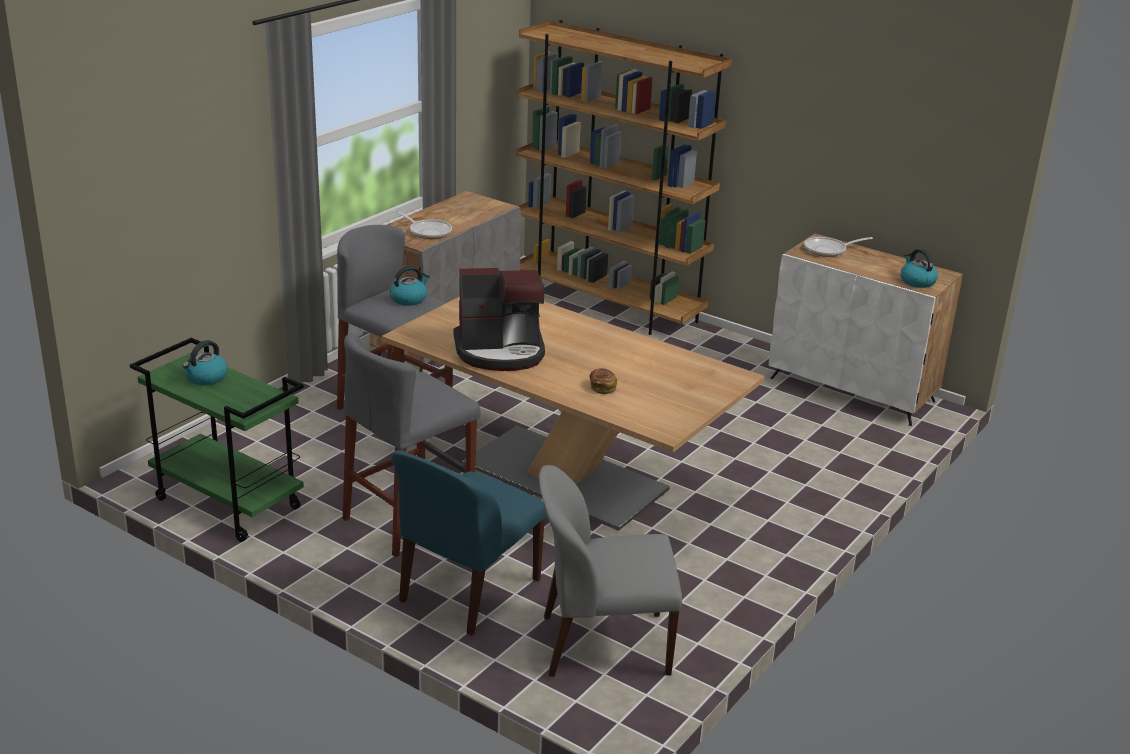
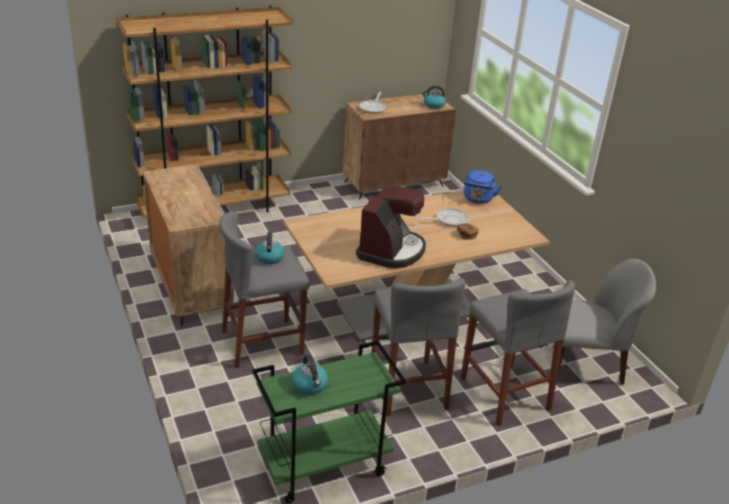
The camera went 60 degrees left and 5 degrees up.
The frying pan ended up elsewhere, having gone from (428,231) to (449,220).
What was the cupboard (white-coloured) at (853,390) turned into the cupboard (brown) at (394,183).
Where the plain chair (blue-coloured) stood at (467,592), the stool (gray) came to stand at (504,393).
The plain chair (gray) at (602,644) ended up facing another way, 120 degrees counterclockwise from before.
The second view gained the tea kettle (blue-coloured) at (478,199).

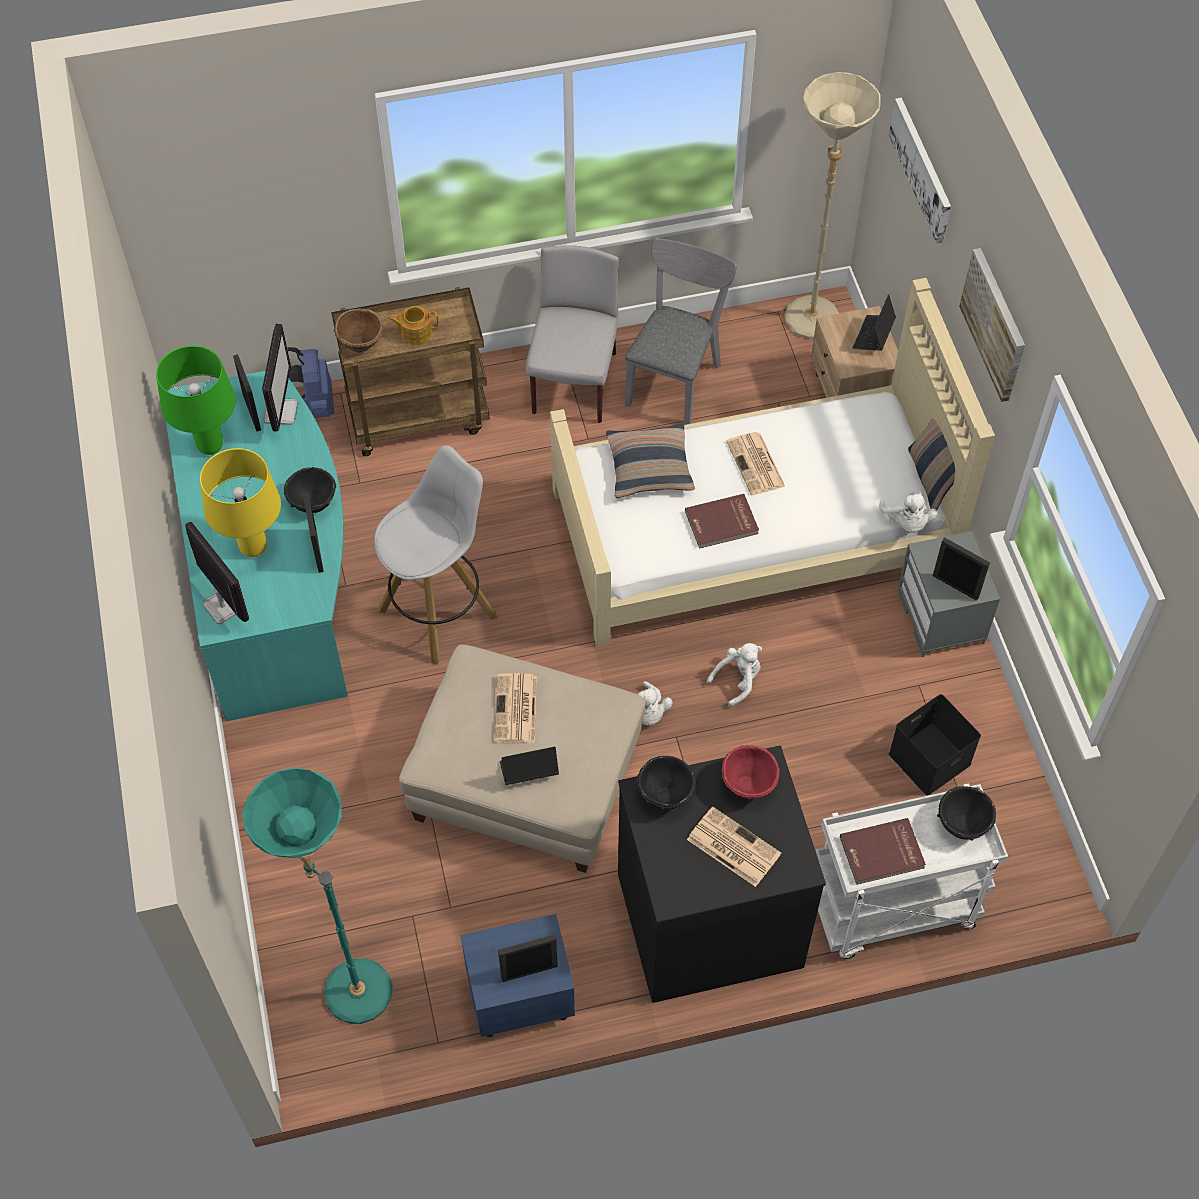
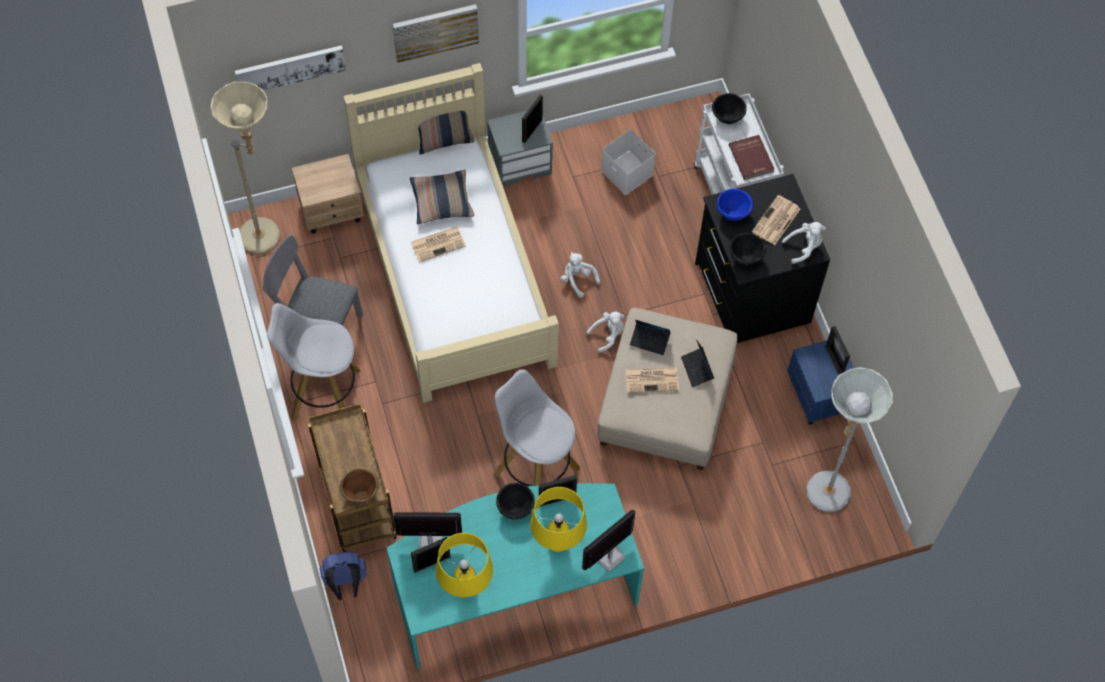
The camera went 95 degrees left and 5 degrees up.
Where the plain chair (gray) stood at (574,385), the stool (white-coloured) came to stand at (324,394).
The laptop ended up elsewhere, having gone from (873,336) to (650,341).
The second view lost the tea pot at (415,332).
What was the tabletop lamp (green-coloured) at (210,446) turned into the tabletop lamp (yellow-coloured) at (465,589).
The throw pillow ended up elsewhere, having gone from (649,468) to (441,201).
The soft toy (white-coloured) ended up elsewhere, having gone from (907,522) to (804,247).
The second view lost the volume (red-coloured) at (722,523).
What was the storage container (blackish) at (929,760) turned into the storage container (white-coloured) at (628,172).
What was the serving bowl (red-coloured) at (748,784) turned into the serving bowl (blue-coloured) at (732,213).
What was the floor lamp (blue-green) at (347,982) turned into the floor lamp (gray) at (823,499).

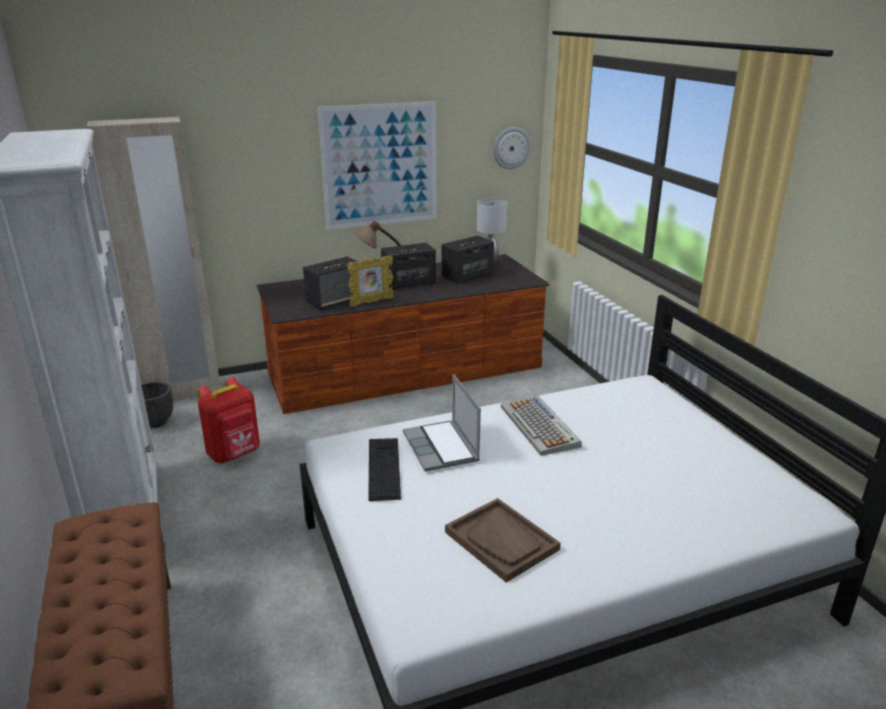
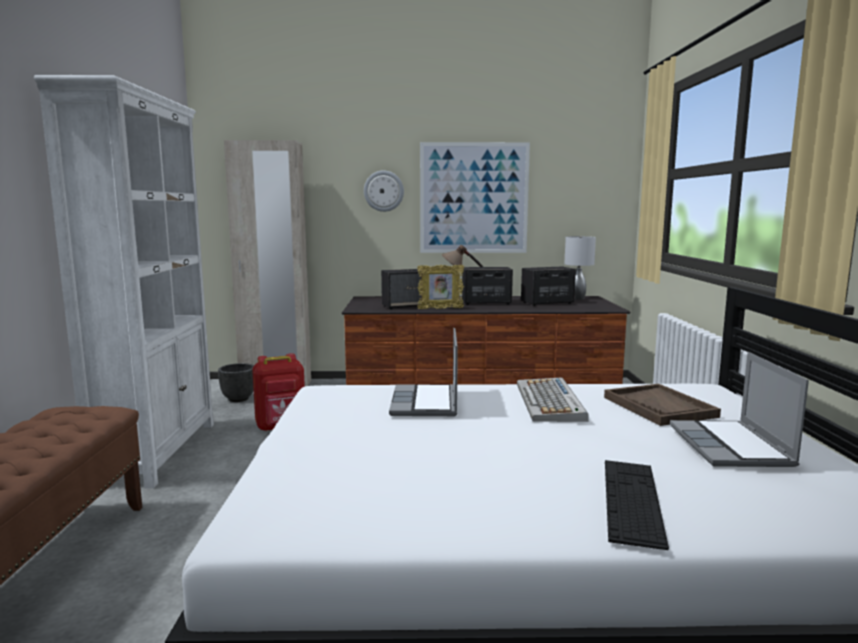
The camera went 20 degrees right and 15 degrees down.
The wall clock ended up elsewhere, having gone from (511,148) to (383,191).
The PC keyboard ended up elsewhere, having gone from (384,468) to (632,500).
The serving tray (brown) ended up elsewhere, having gone from (501,541) to (659,407).
The second view gained the laptop at (731,446).

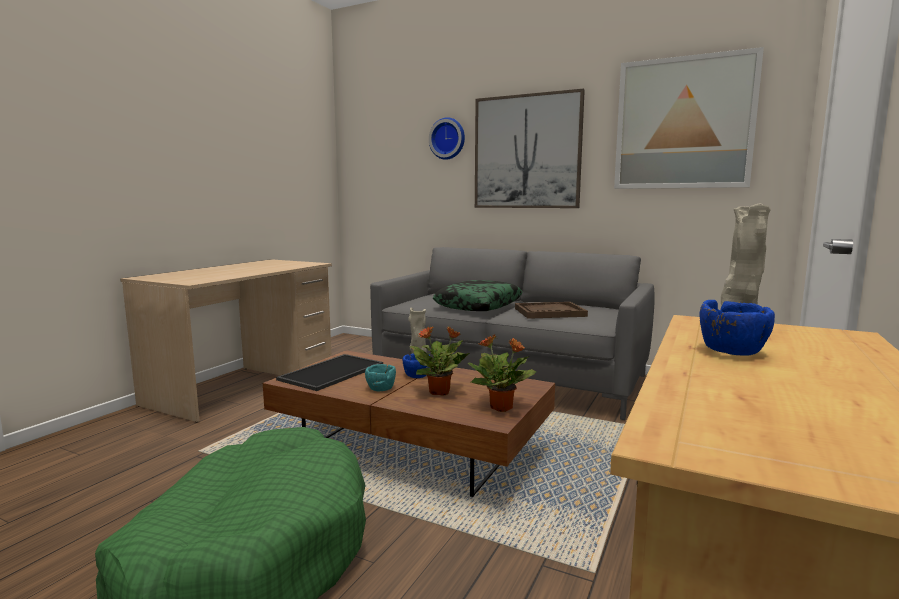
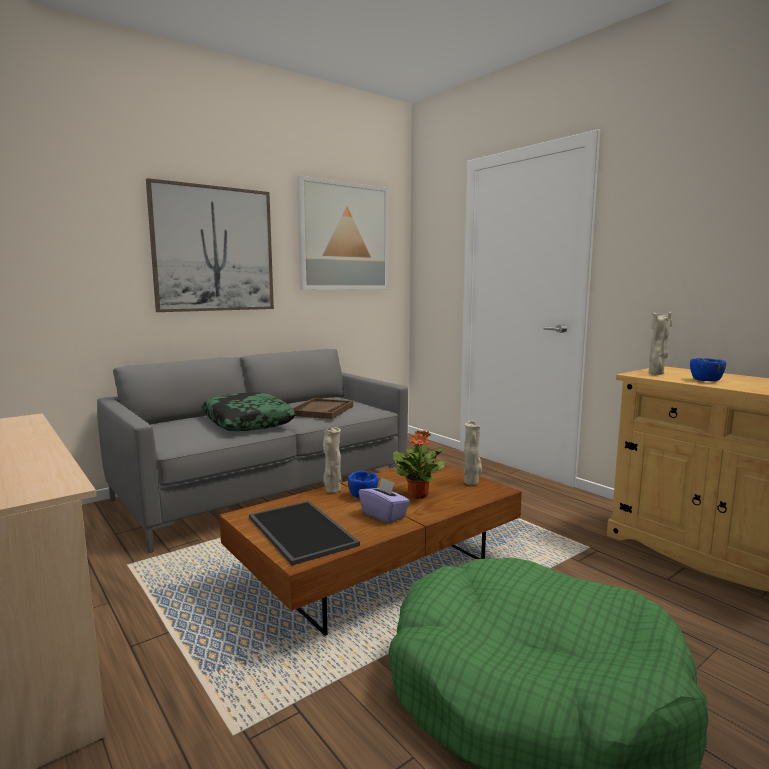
The camera went 65 degrees left and 0 degrees up.
The second view lost the wall clock at (448,139).
Where the houseplant stood at (502,408), the flower vase (beige) came to stand at (472,483).
Where the serving bowl (blue-green) stood at (381,388), the box of tissues (purplish) came to stand at (384,515).

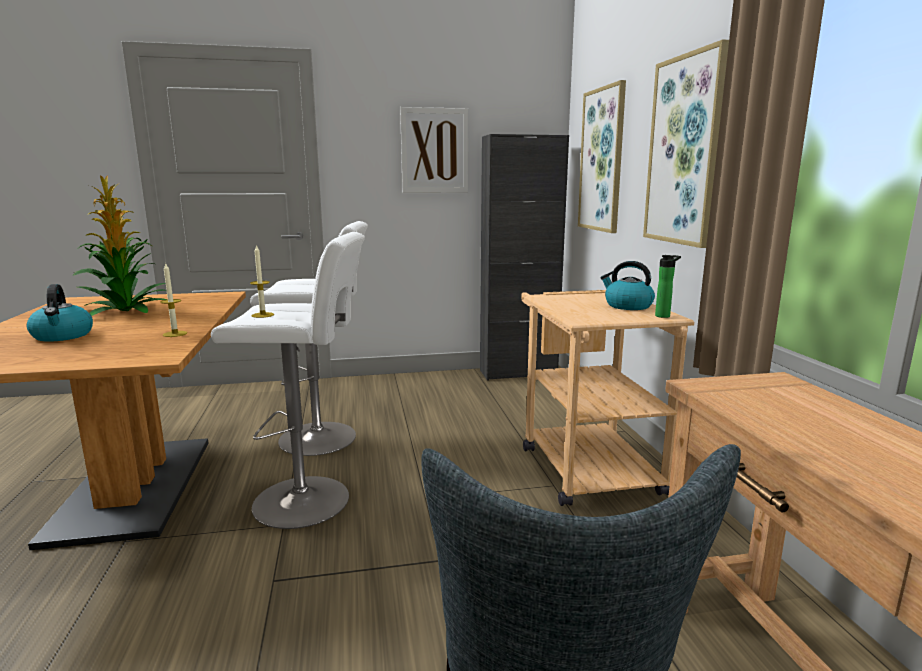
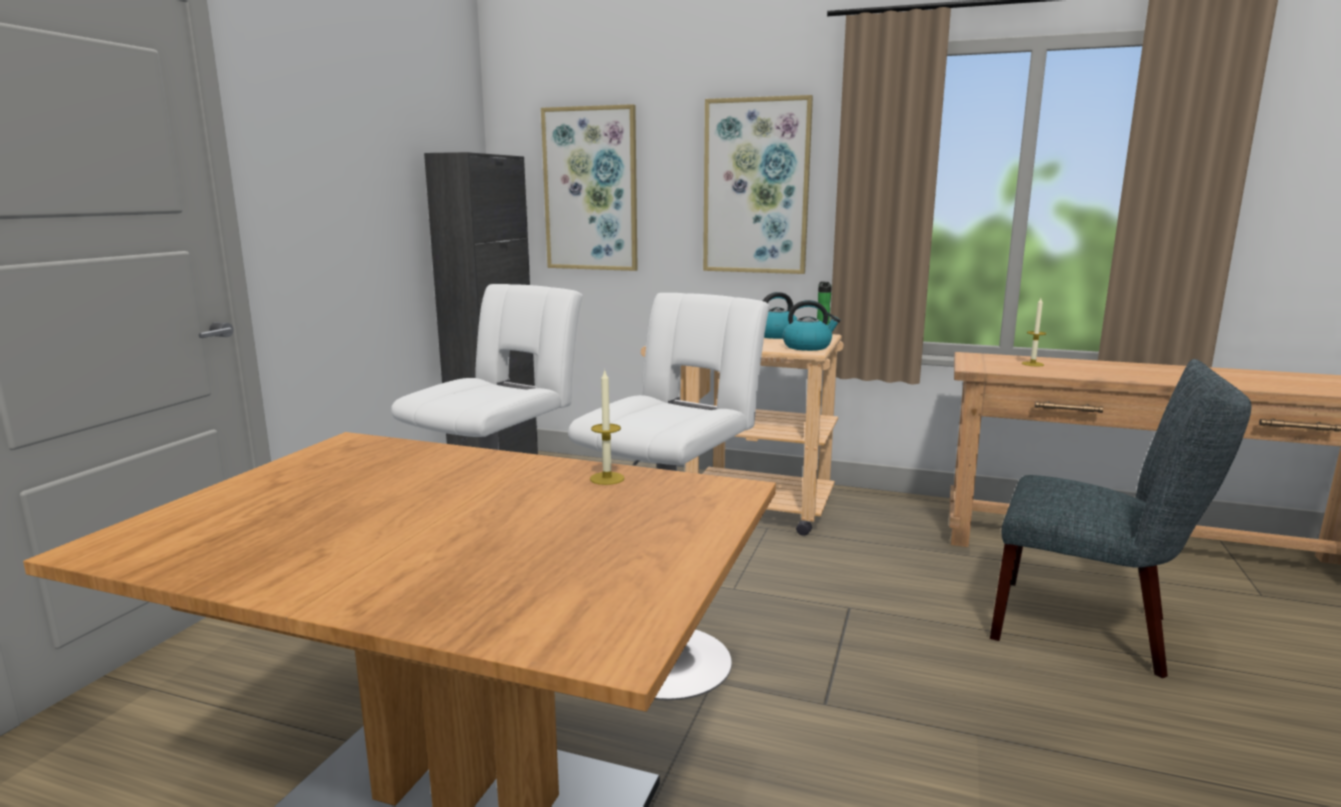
The camera went 60 degrees left and 0 degrees up.
The second view lost the picture at (434,151).
The second view lost the houseplant at (127,311).
The wax light ended up elsewhere, having gone from (262,315) to (1032,364).
The tea kettle ended up elsewhere, having gone from (63,336) to (808,347).

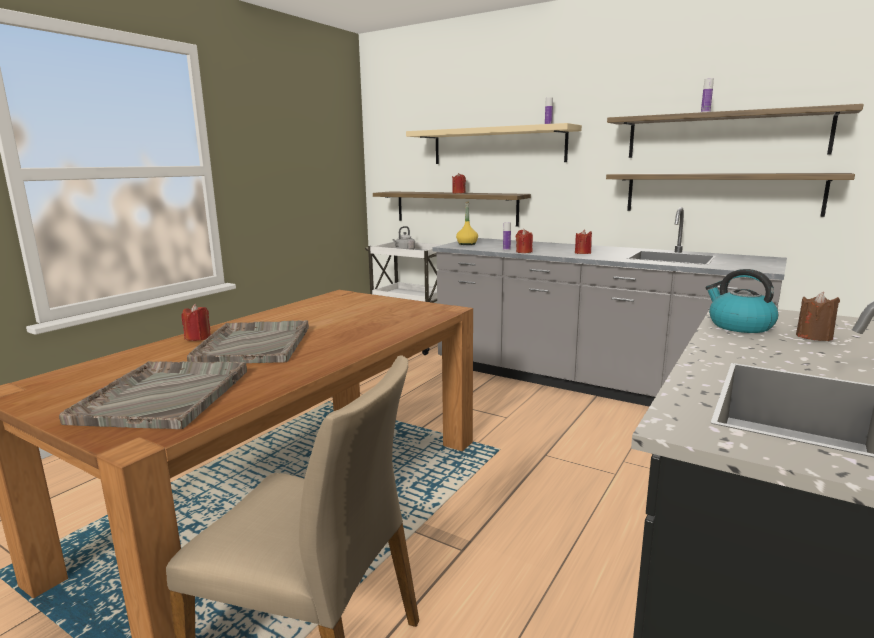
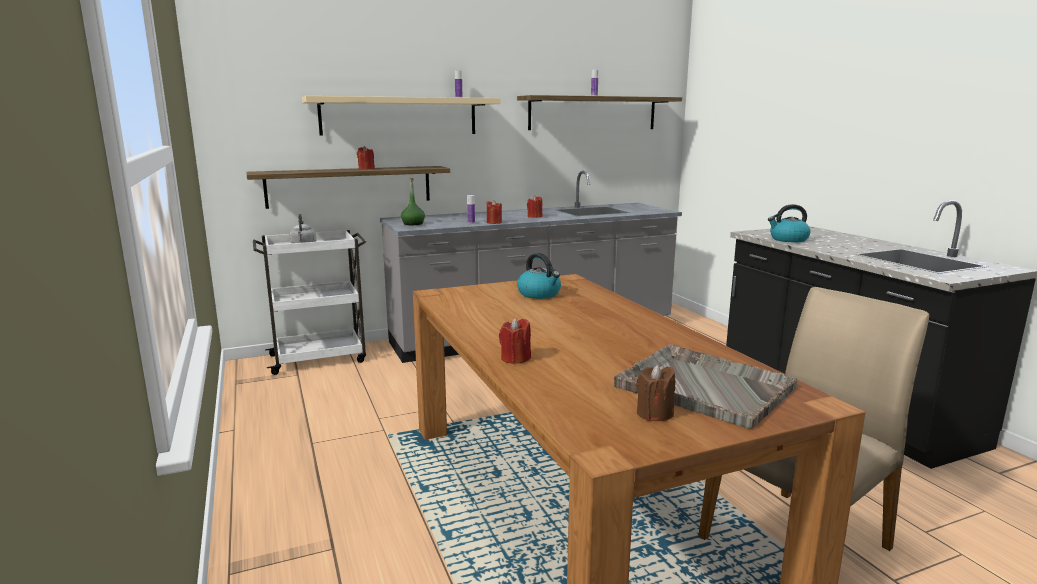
The camera went 55 degrees left and 0 degrees up.
The second view lost the wall shelf at (720,193).
What was the beverage bottle (yellow-coloured) at (467,244) turned into the beverage bottle (green-coloured) at (413,224).
The wax light (brown) ended up elsewhere, having gone from (814,337) to (654,414).
The second view lost the serving tray (gray) at (254,344).
The second view gained the tea kettle at (539,294).

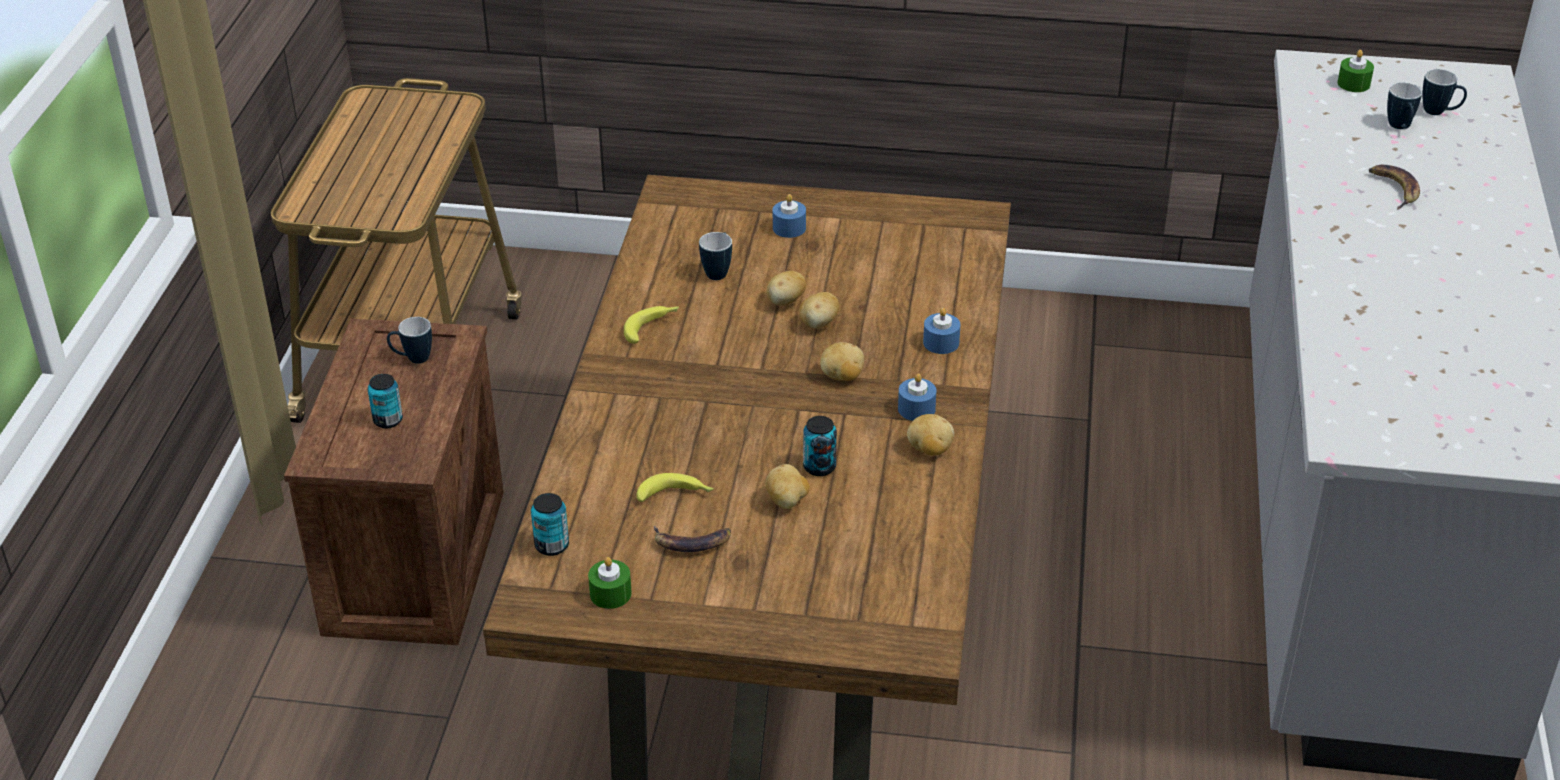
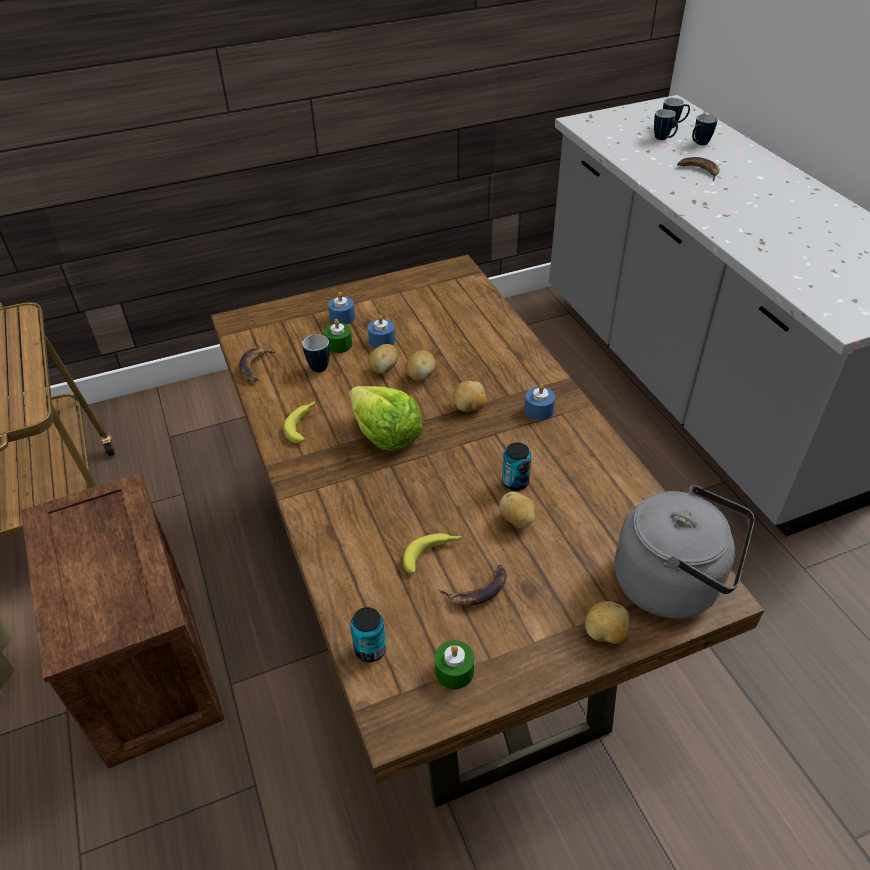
The camera went 30 degrees left and 5 degrees up.
The wax light (green-coloured) ended up elsewhere, having gone from (1353,84) to (339,345).
The wax light (blue-coloured) ended up elsewhere, having gone from (941,342) to (382,340).
The coffee mug ended up elsewhere, having gone from (412,359) to (699,144).
The second view lost the sealed can at (388,420).
The spud ended up elsewhere, having gone from (929,450) to (605,634).
The second view gained the banana fruit at (256,367).
The second view gained the lettuce at (385,434).
The second view gained the tea kettle (gray) at (673,584).

